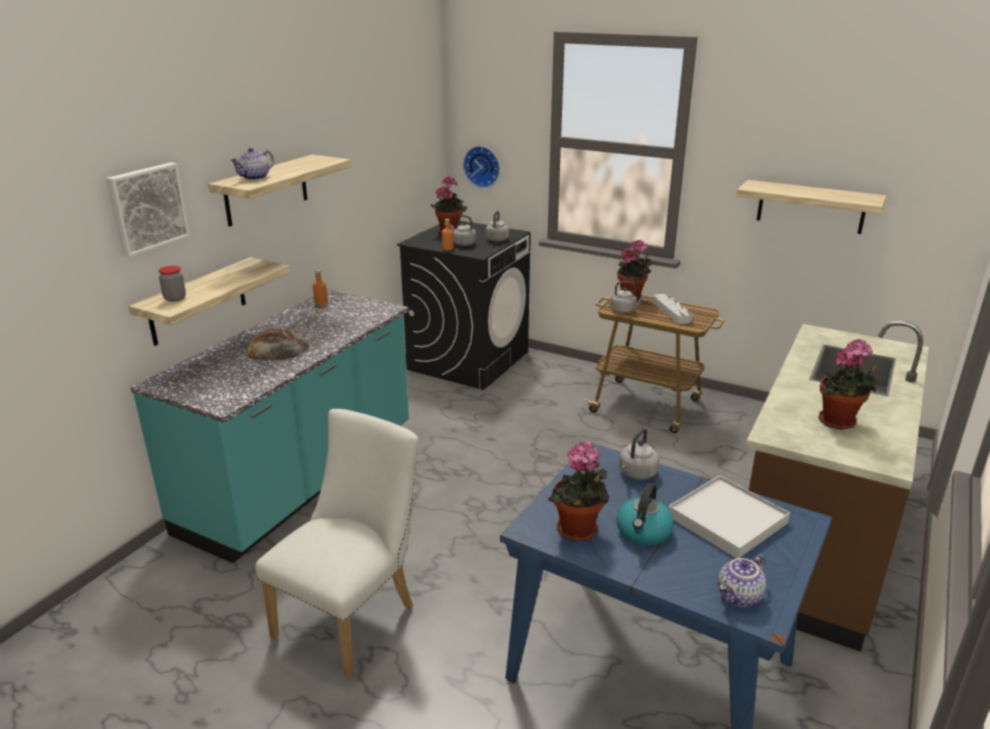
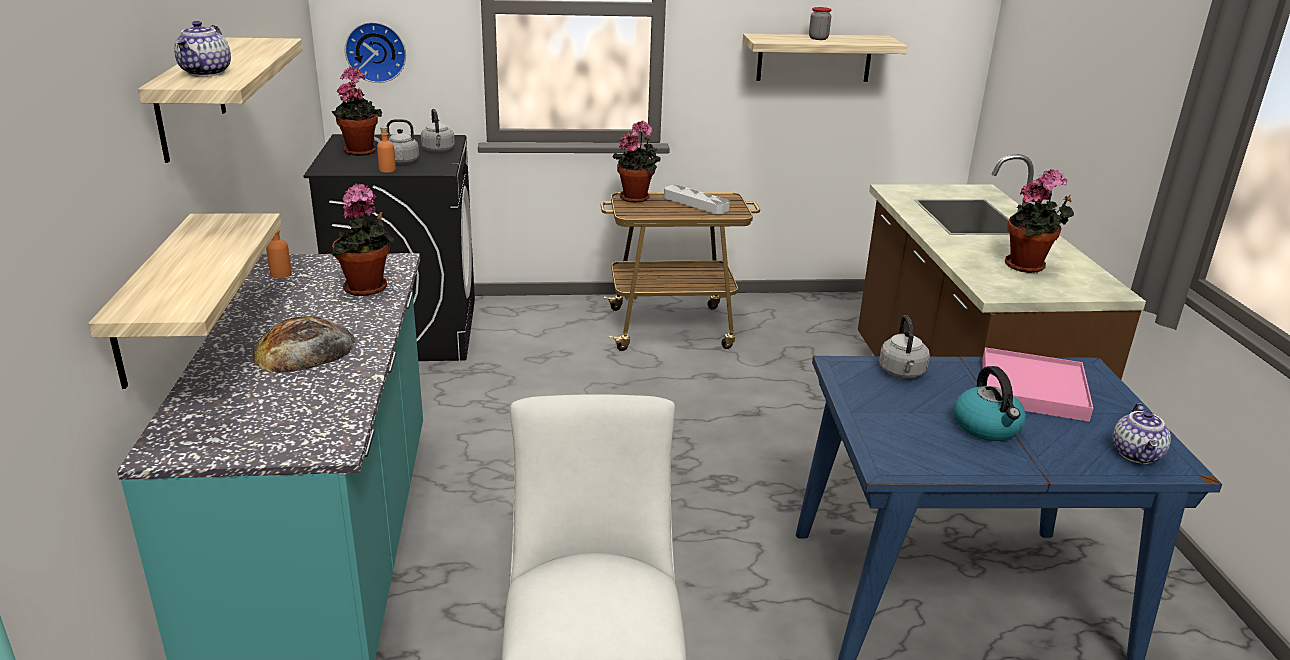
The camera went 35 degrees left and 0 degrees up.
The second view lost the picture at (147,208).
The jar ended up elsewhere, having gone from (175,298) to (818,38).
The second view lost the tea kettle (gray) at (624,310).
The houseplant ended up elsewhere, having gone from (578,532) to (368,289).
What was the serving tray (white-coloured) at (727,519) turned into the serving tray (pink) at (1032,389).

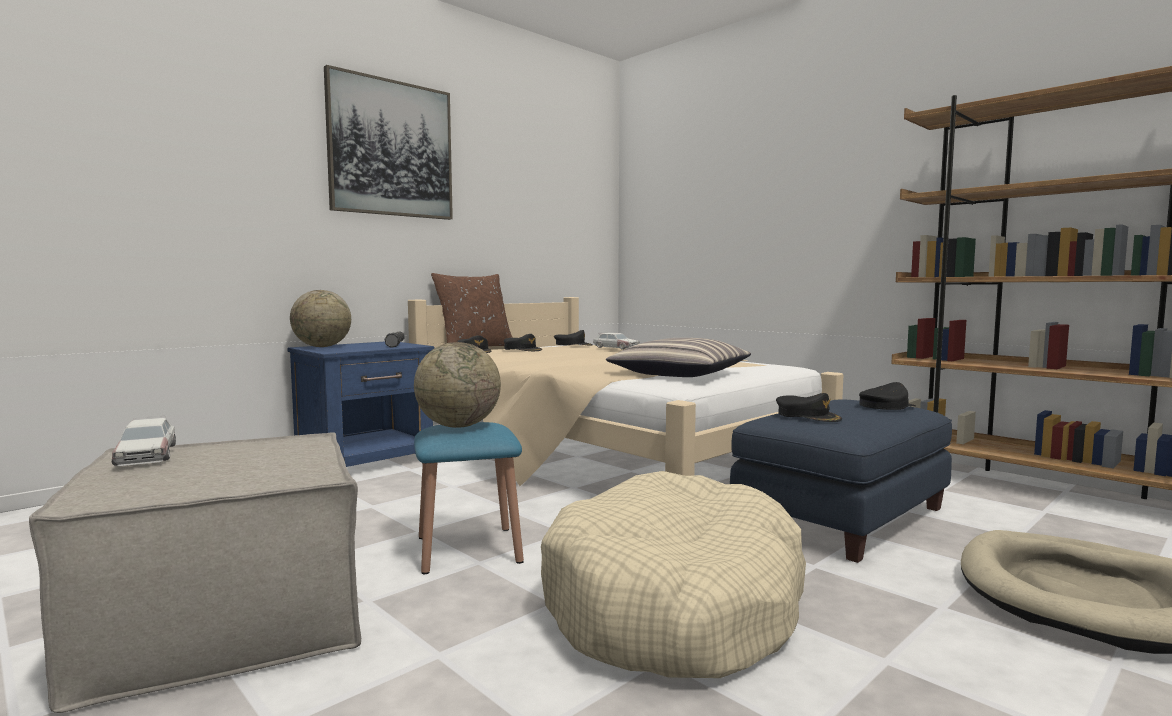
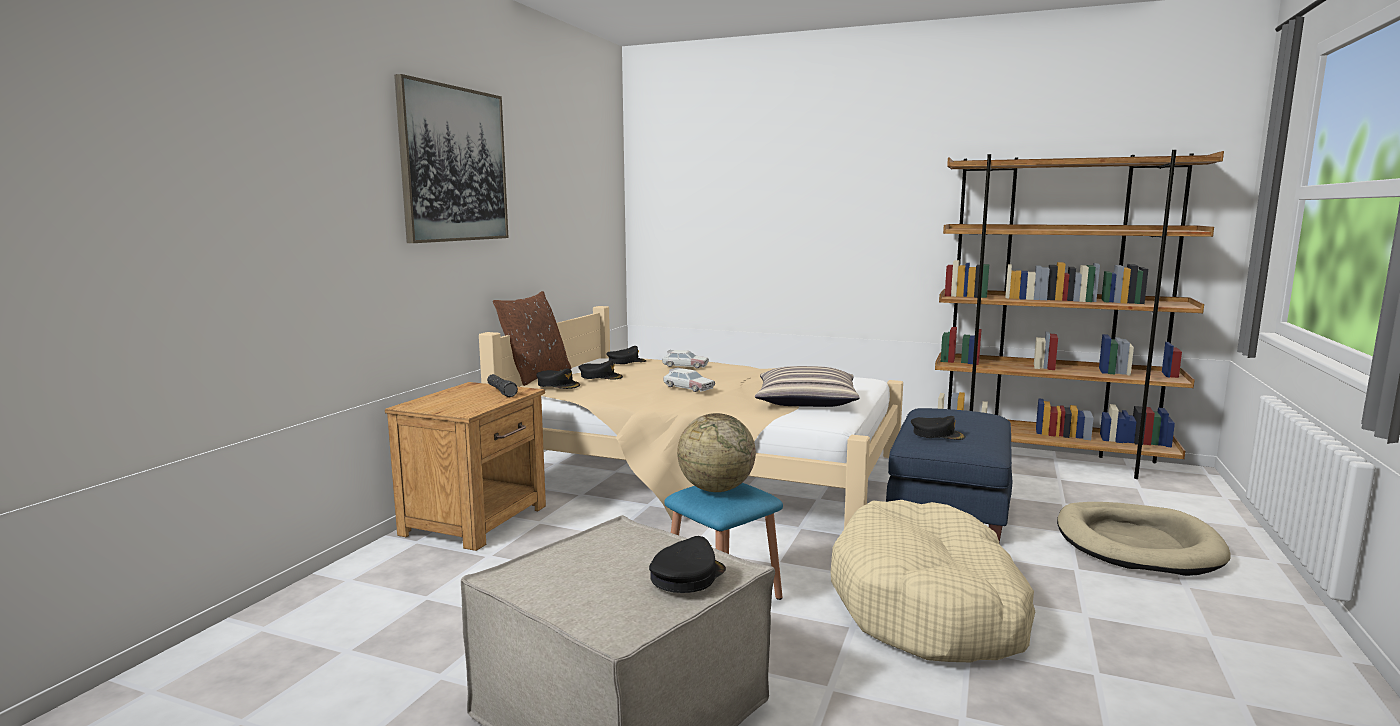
The camera went 25 degrees left and 5 degrees up.
The second view lost the world globe at (322,346).
What was the nightstand (blue-coloured) at (367,461) turned into the nightstand (brown) at (477,519).
The peaked cap (blackish) ended up elsewhere, having gone from (886,406) to (686,575).
The toy car ended up elsewhere, having gone from (146,455) to (688,387).

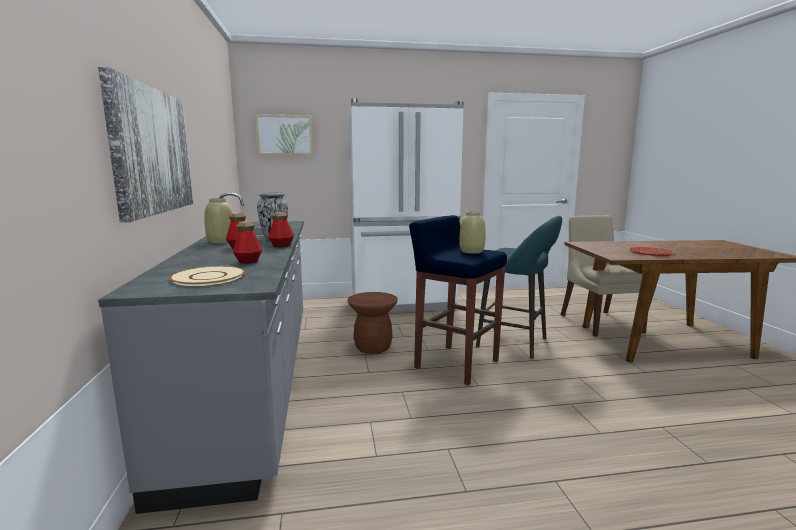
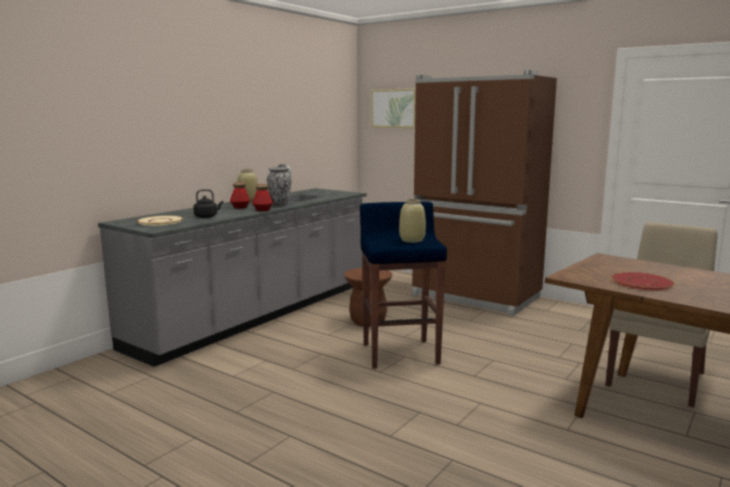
The camera went 45 degrees right and 0 degrees up.
The second view lost the picture at (152,151).
What was the refrigerator (white-coloured) at (403,303) turned into the refrigerator (brown) at (475,297).
The second view lost the stool (blue-green) at (516,343).
Where the beverage bottle stood at (248,261), the tea kettle (blackish) came to stand at (207,217).

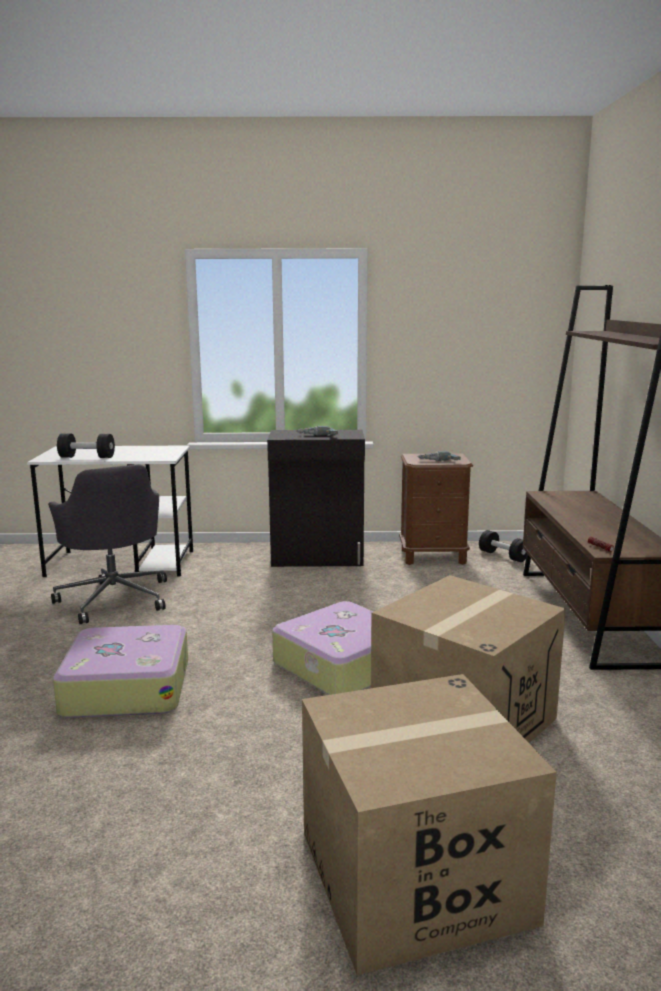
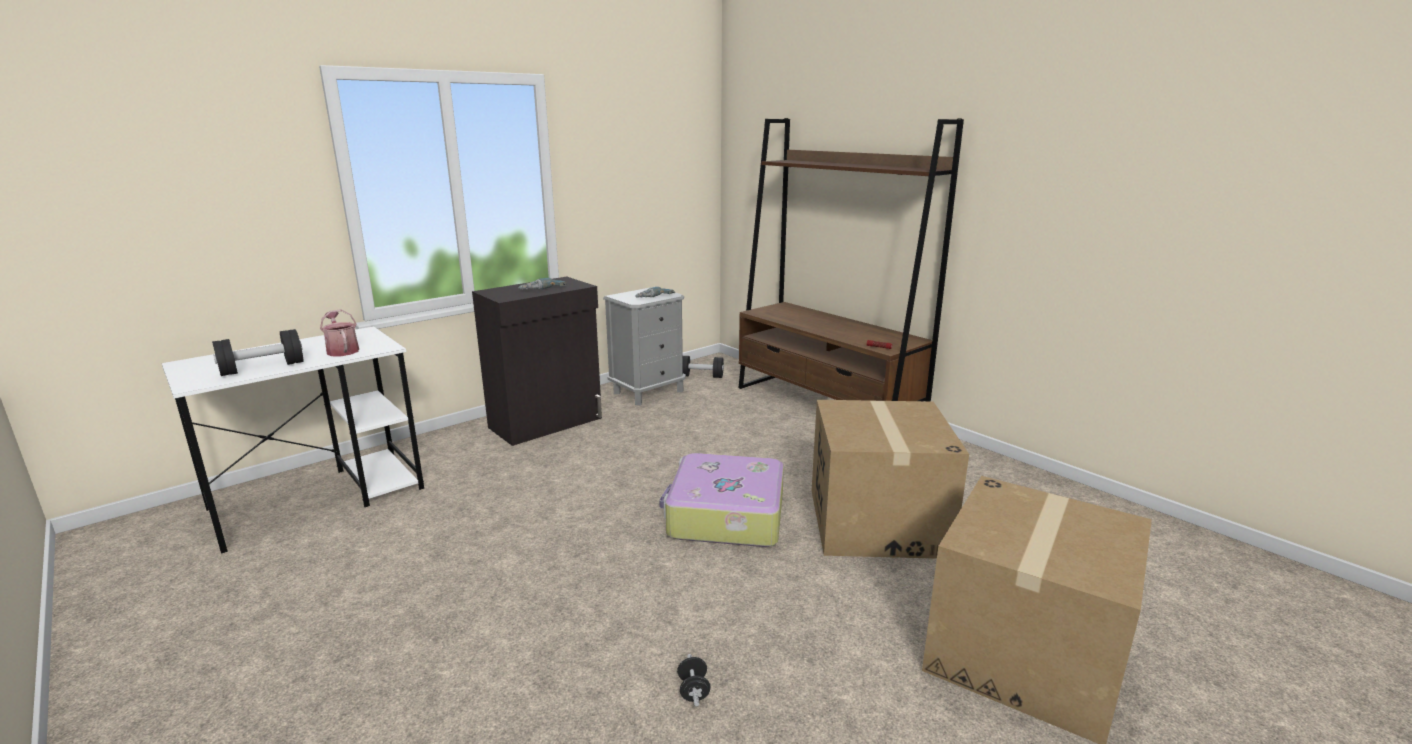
The camera went 40 degrees left and 5 degrees up.
What was the nightstand (brown) at (433,556) turned into the nightstand (gray) at (648,392).
The second view lost the computer chair (gray) at (115,598).
The second view lost the suitcase at (126,687).
The second view gained the watering pot at (342,350).
The second view gained the hand weight (blackish) at (693,691).

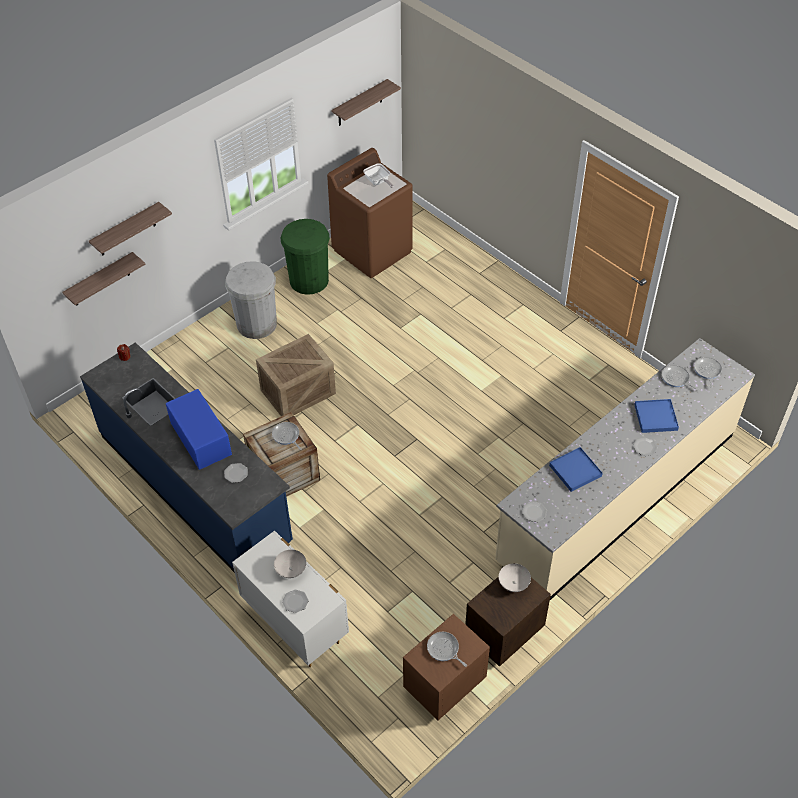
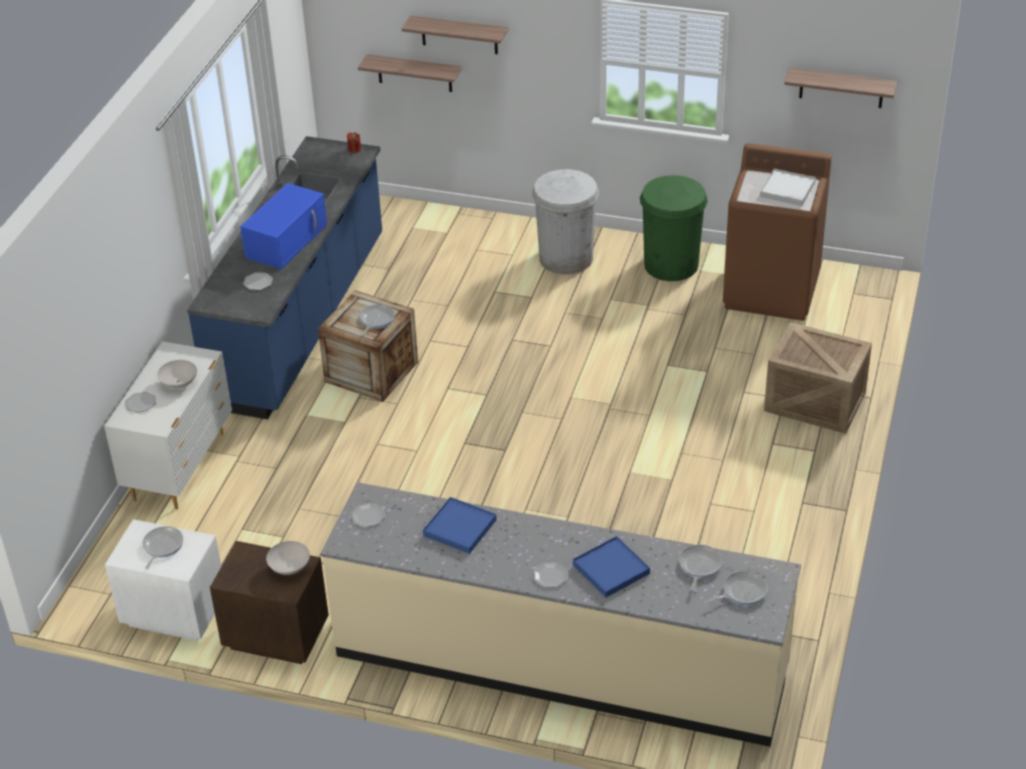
The camera went 60 degrees right and 10 degrees down.
Where the frying pan stood at (378,182), the serving tray (white-coloured) came to stand at (787,190).
The crate ended up elsewhere, having gone from (297,392) to (813,402).
What was the nightstand (brown) at (443,685) turned into the nightstand (white-coloured) at (173,613).

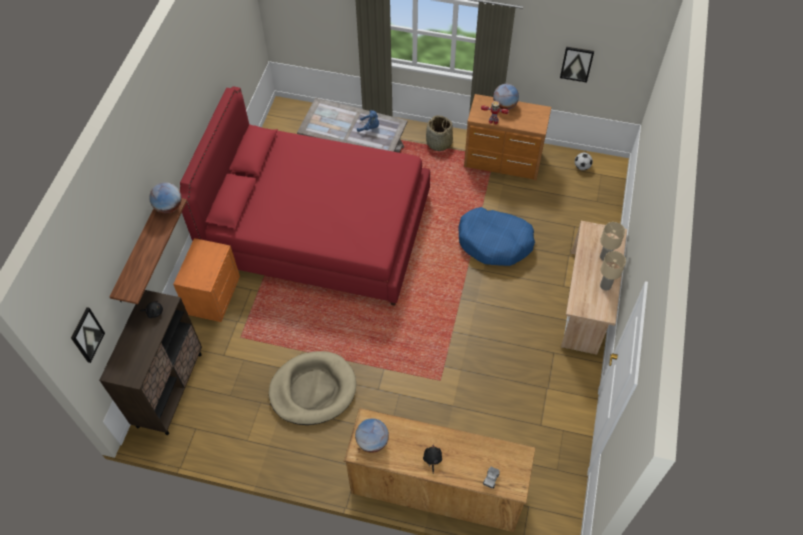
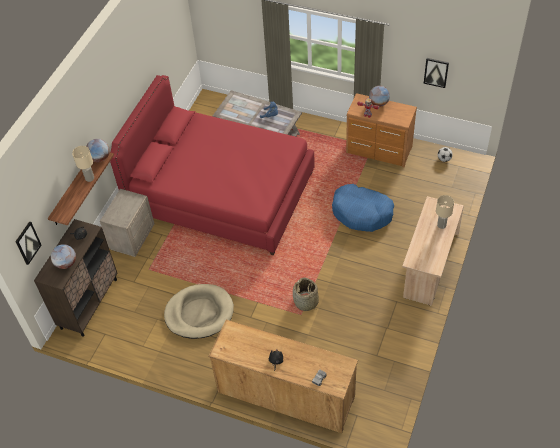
The camera went 10 degrees right and 5 degrees down.
The basket ended up elsewhere, having gone from (439,143) to (306,302).
What was the nightstand (orange-coloured) at (213,296) turned into the nightstand (beige) at (131,237).
The tabletop lamp (beige) ended up elsewhere, having gone from (605,285) to (89,178).
The world globe ended up elsewhere, having gone from (372,441) to (66,263).

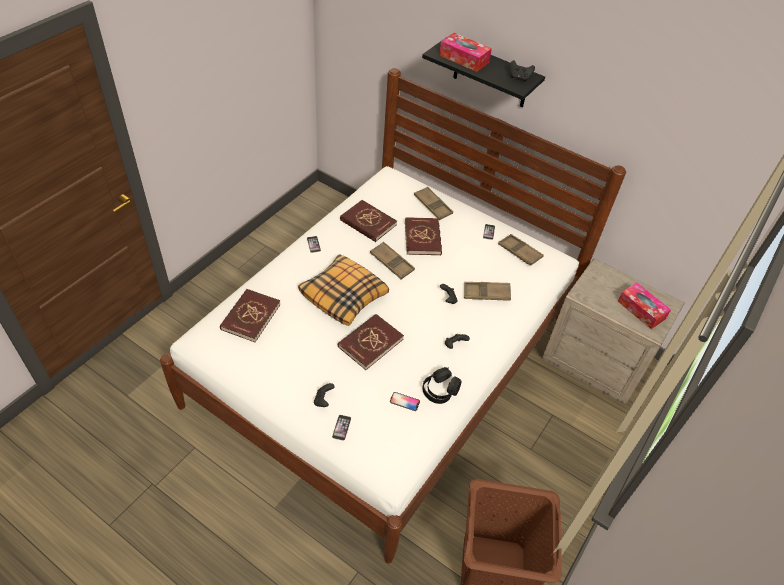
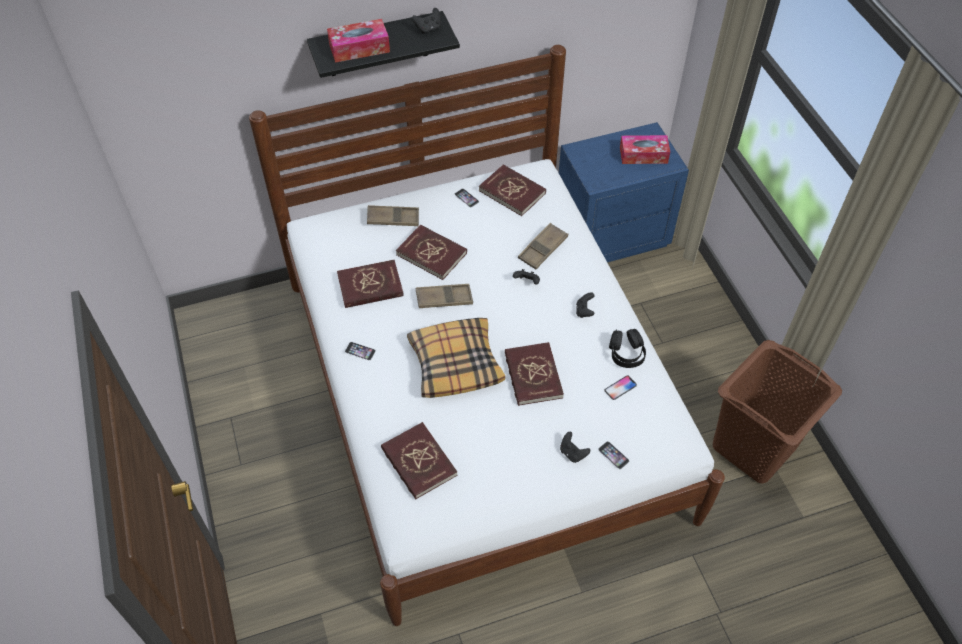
The camera went 50 degrees left and 5 degrees up.
Where the serving tray (brown) stood at (519,252), the volume (red-coloured) came to stand at (512,192).
What was the nightstand (beige) at (595,362) turned into the nightstand (blue-coloured) at (610,234).

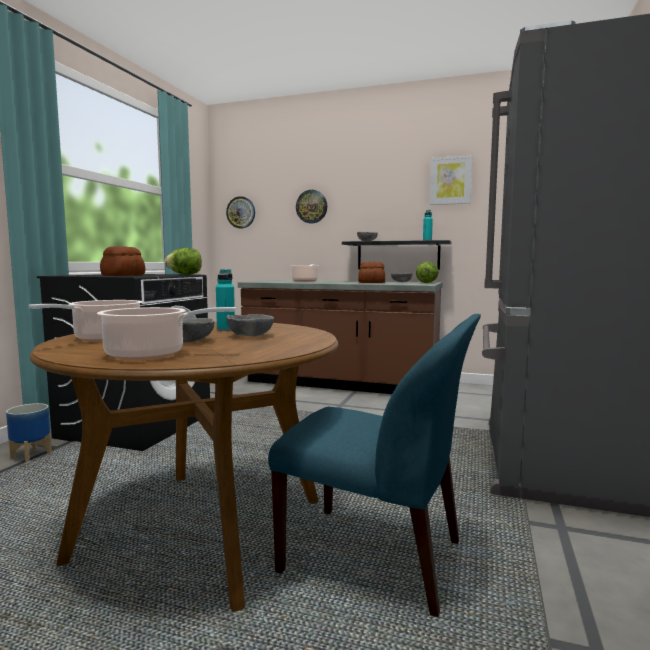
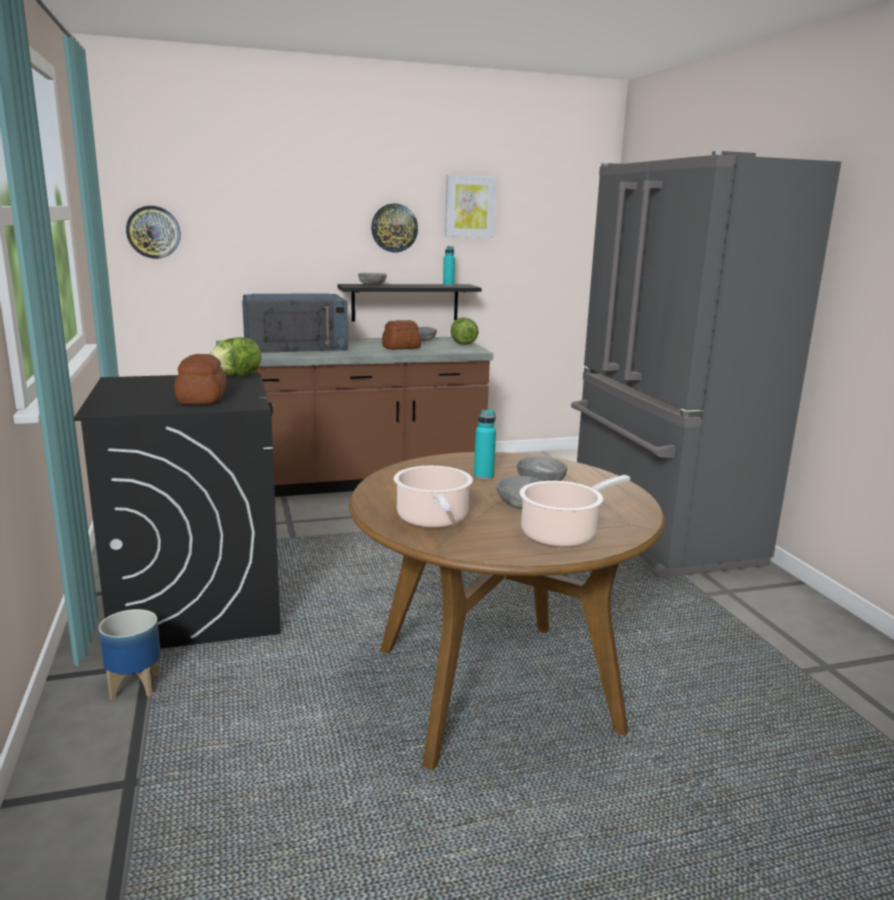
The camera went 35 degrees left and 10 degrees up.
The wall clock ended up elsewhere, having gone from (311,206) to (394,228).
Where the cooking pot stood at (305,281), the kitchen microwave (blue-coloured) came to stand at (296,346).
The second view lost the plain chair (blue-coloured) at (376,557).

